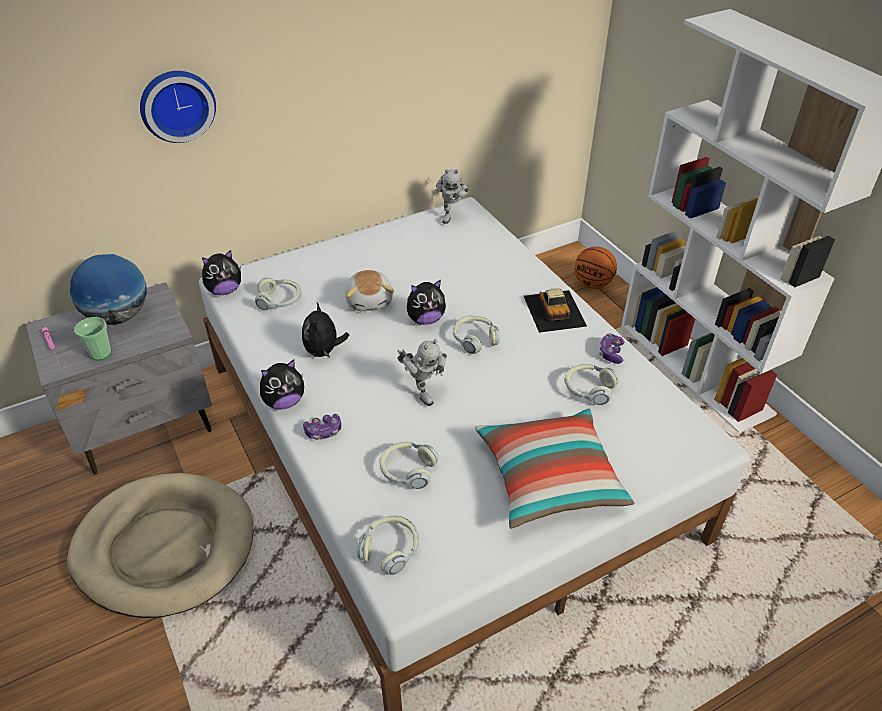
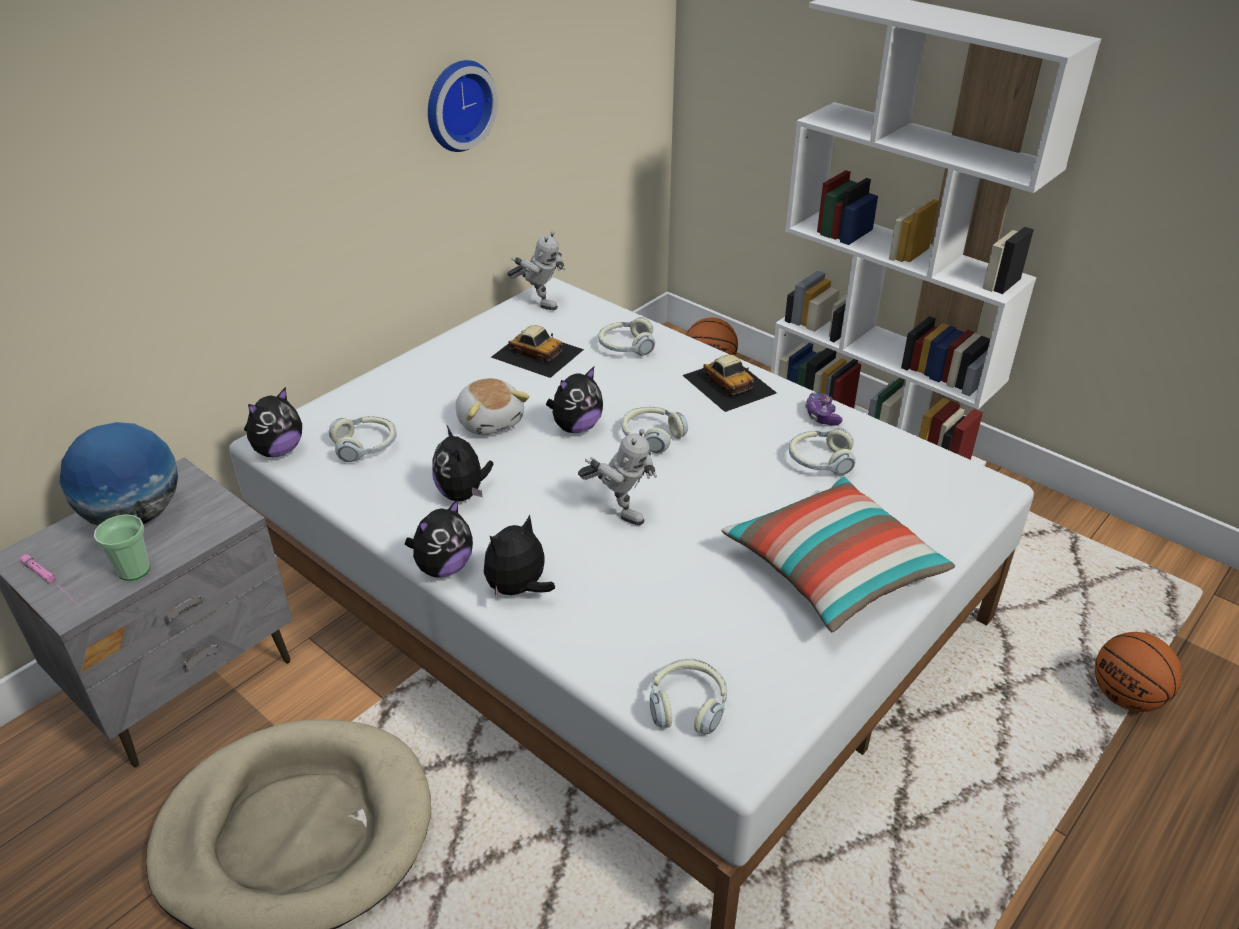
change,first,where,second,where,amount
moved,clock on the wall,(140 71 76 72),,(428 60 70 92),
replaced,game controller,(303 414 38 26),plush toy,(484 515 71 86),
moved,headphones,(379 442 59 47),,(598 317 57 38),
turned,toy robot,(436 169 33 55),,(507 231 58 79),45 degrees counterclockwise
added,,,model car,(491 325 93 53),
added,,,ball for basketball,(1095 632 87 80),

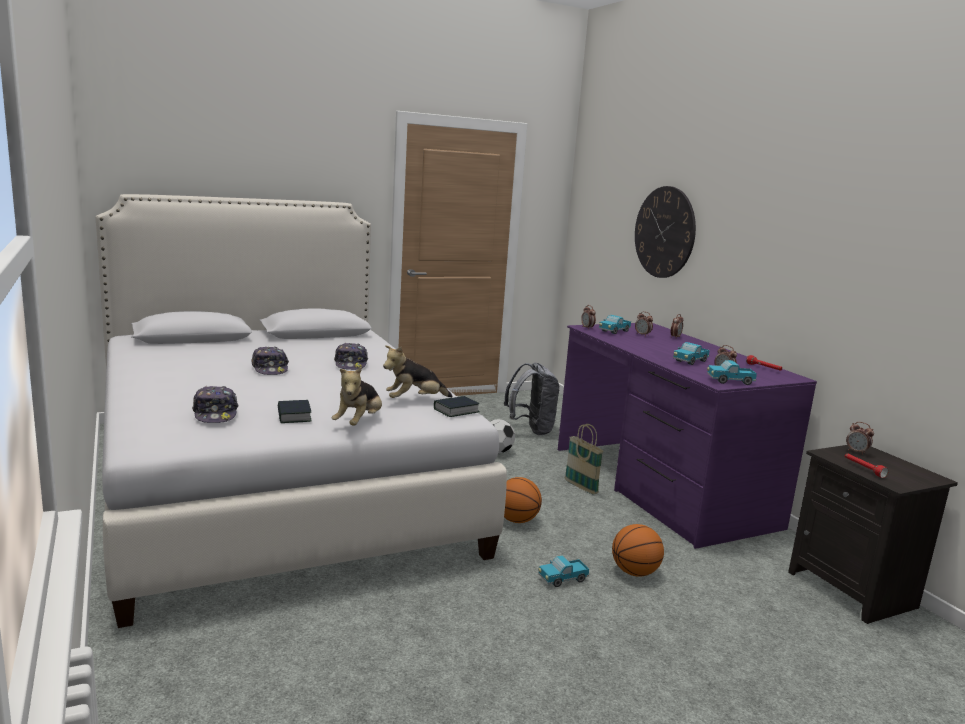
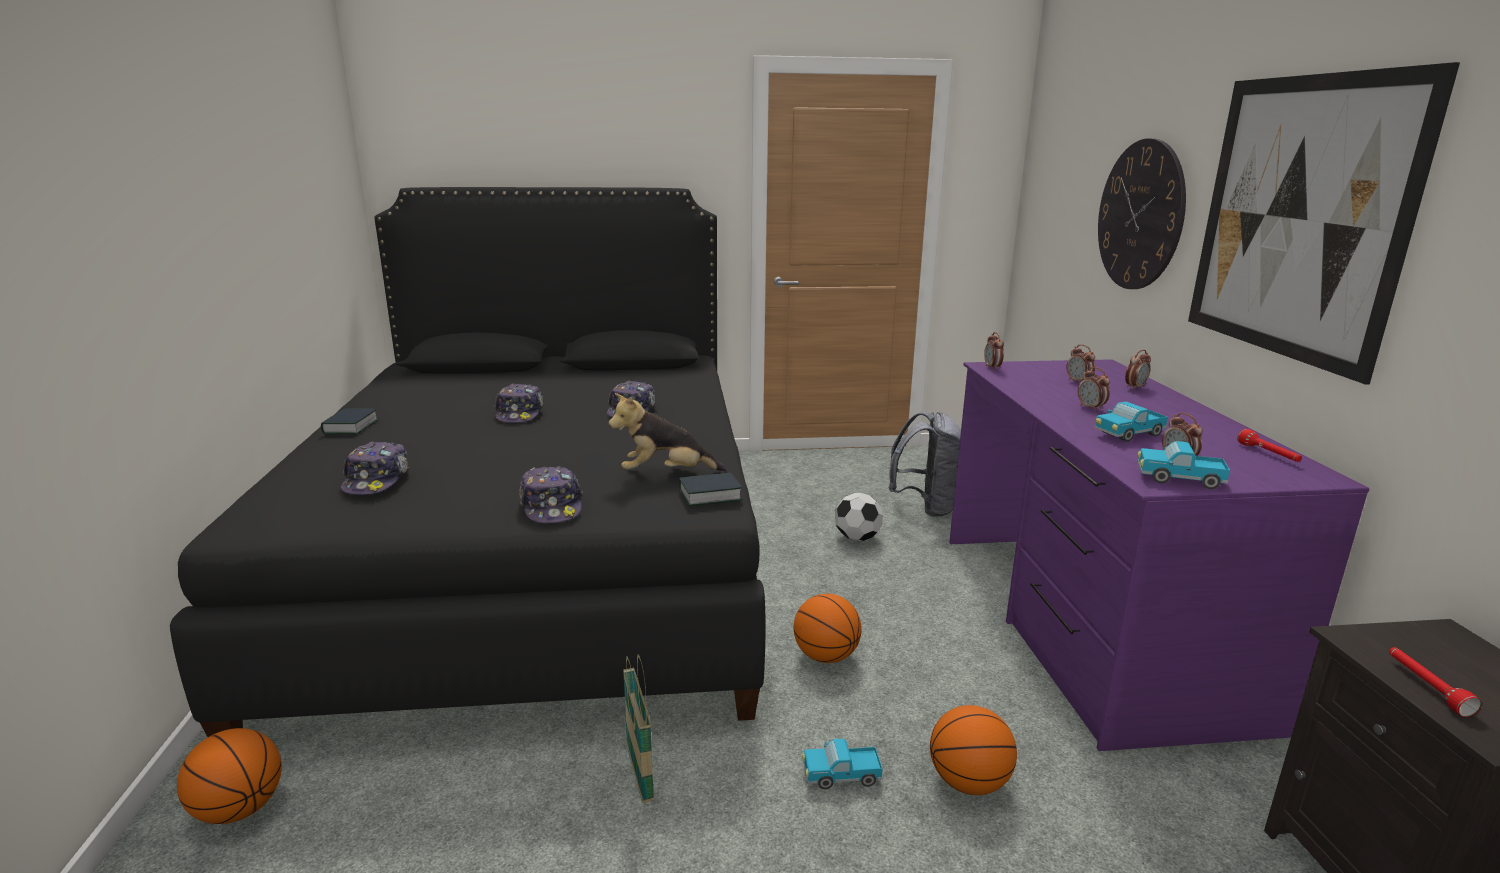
change,first,where,second,where,amount
recoloured,white sleeping bed,(96 194 411 434),blackish sleeping bed,(170 187 595 550),
moved,book,(278 400 34 23),,(321 409 57 25),
replaced,plush toy,(332 366 50 60),cap,(519 466 64 57),
moved,basket,(565 424 39 71),,(623 654 31 149),
removed,toy lorry,(599 315 32 19),,,
moved,bedside clock,(846 422 28 33),,(1078 367 32 44),
added,,,ball for basketball,(177 728 105 96),
added,,,wall art,(1188 62 272 323),

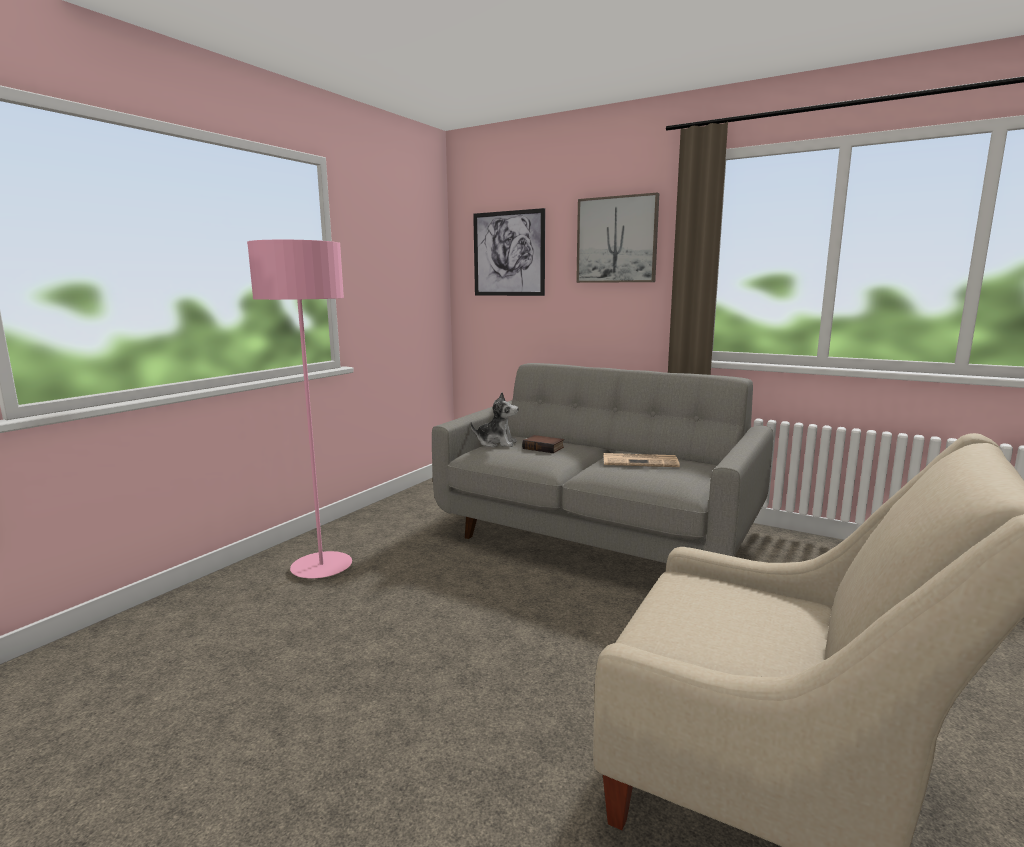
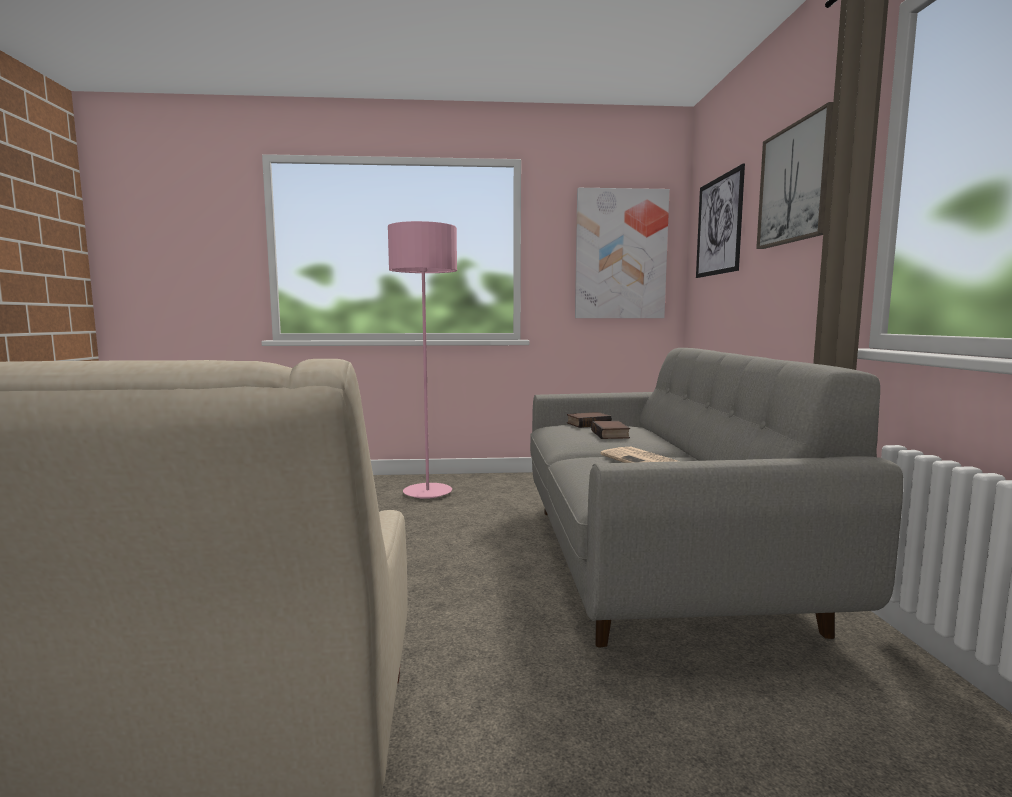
change,first,where,second,where,amount
replaced,plush toy,(470 392 49 56),book,(567 412 45 16),
added,,,wall art,(575 188 94 130),

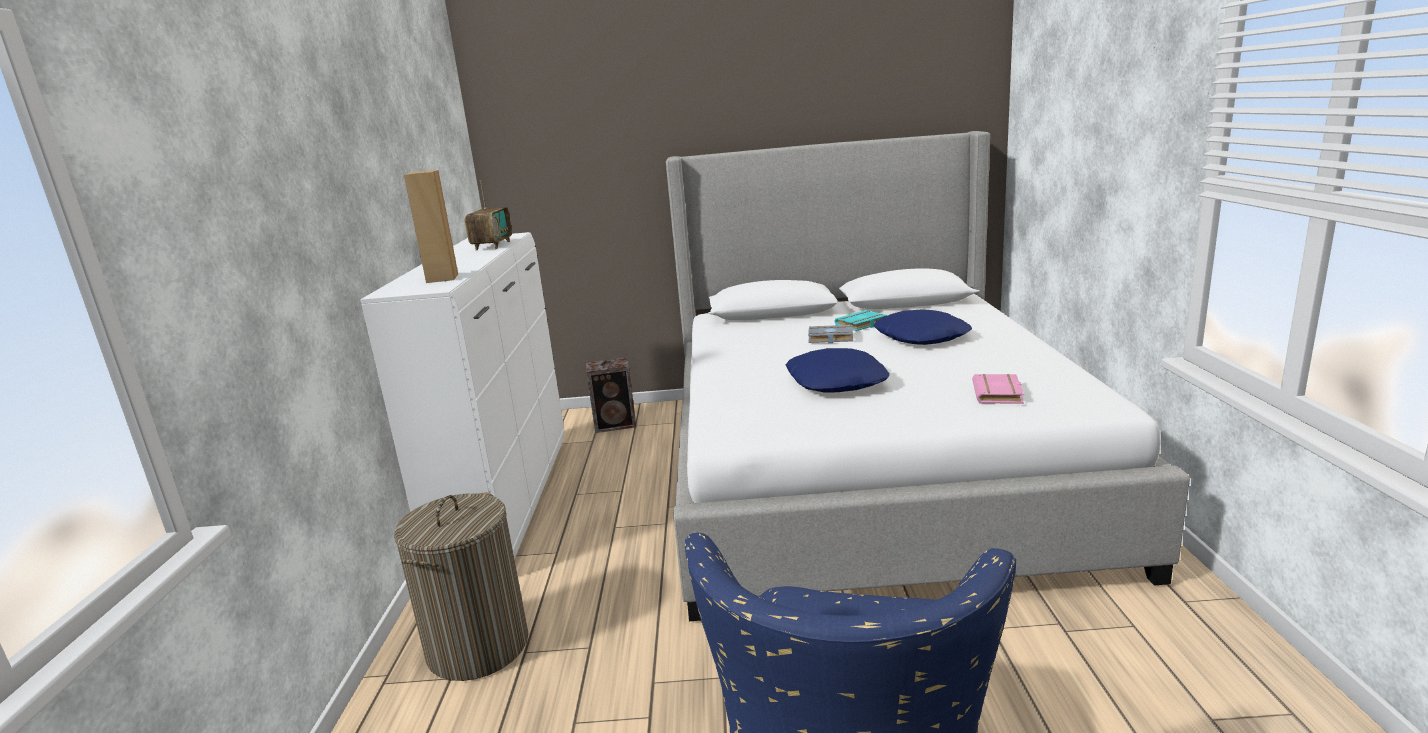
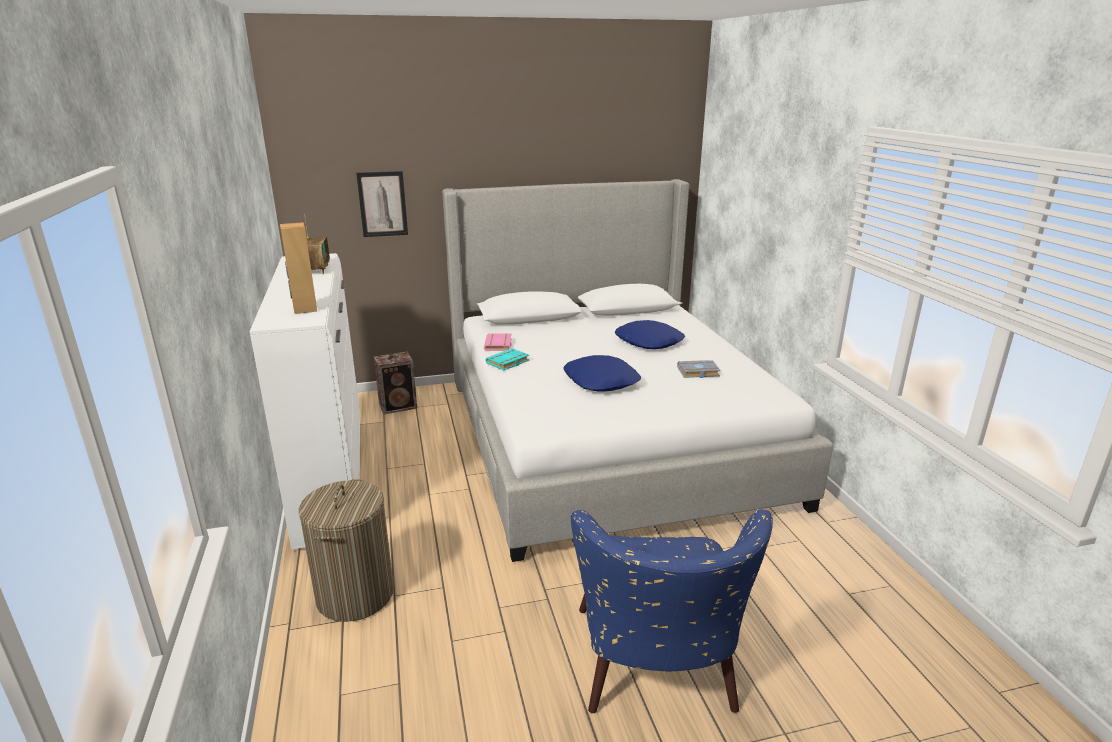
change,first,where,second,where,amount
moved,greyish book,(808 325 45 18),,(677 360 44 18),
moved,turquoise-coloured book,(835 310 52 21),,(485 348 44 23),
moved,pink book,(972 374 52 30),,(484 333 28 18),
added,,,wall art,(356 171 52 66),

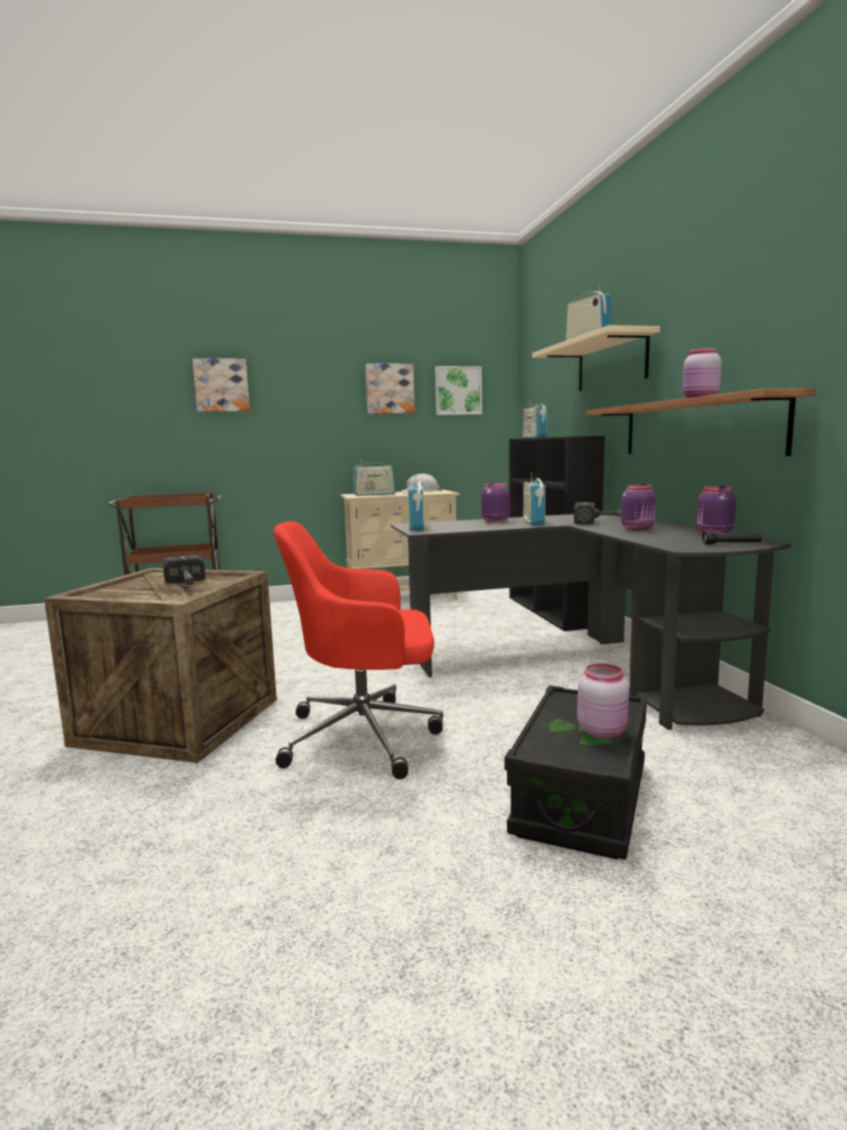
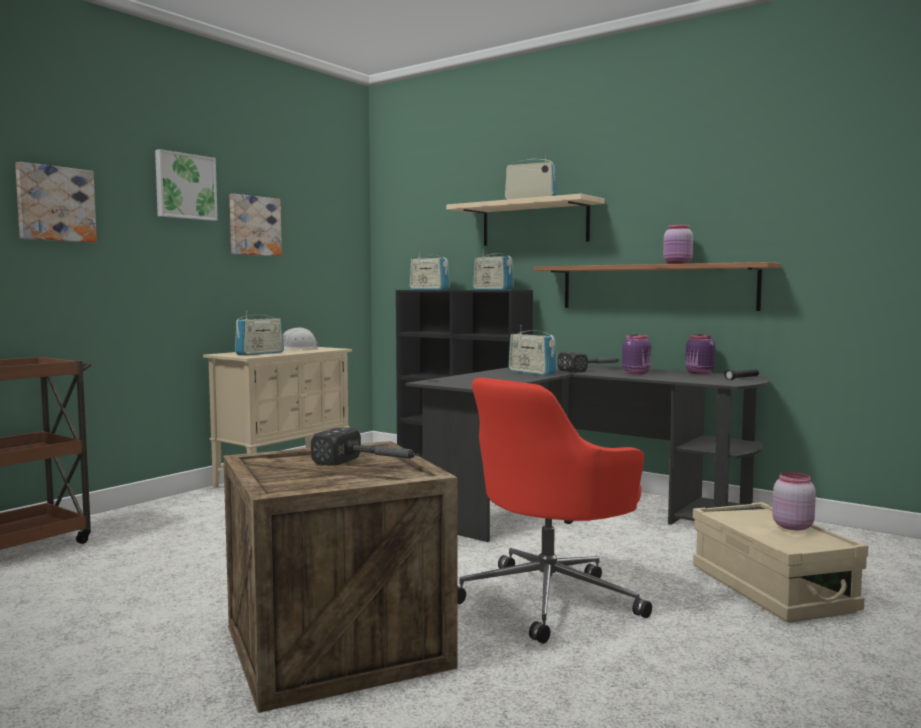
change,first,where,second,where,amount
moved,radio receiver,(408 476 16 55),,(473 249 41 41),
moved,wall art,(435 366 47 49),,(155 149 63 72),
removed,purple-coloured storage jar,(481 483 29 40),,,
recoloured,blackish storage bin,(504 686 143 174),beige-coloured storage bin,(693 502 175 121),

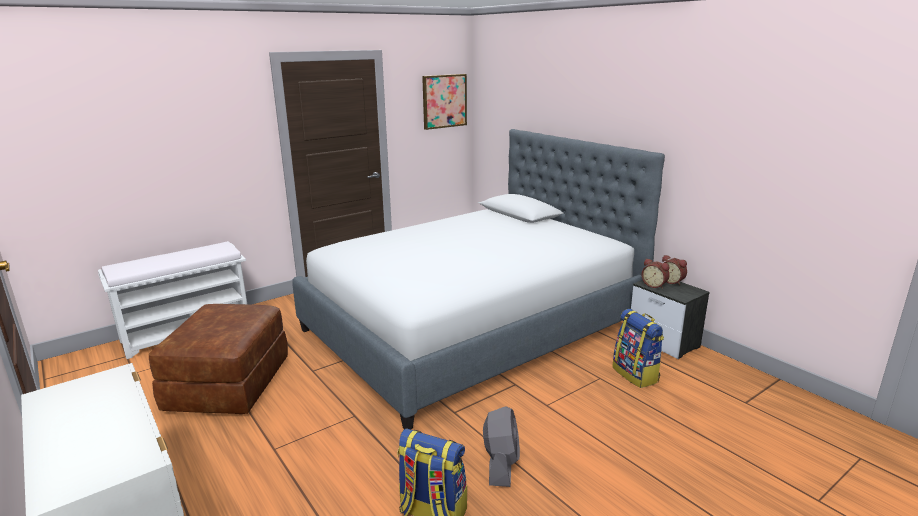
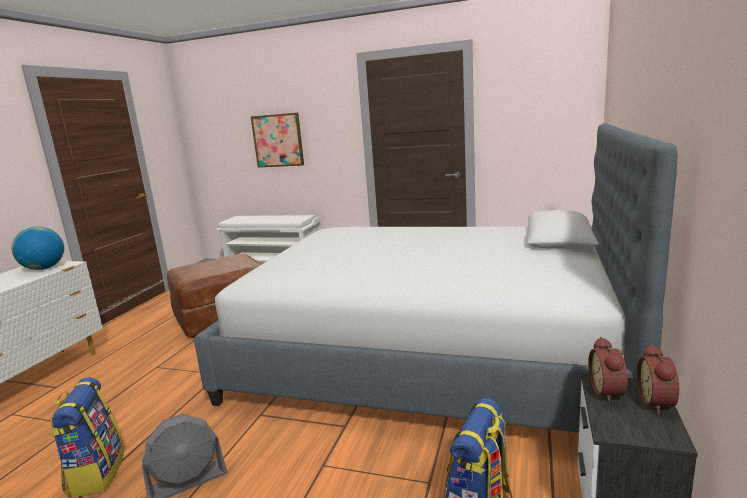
change,first,where,second,where,amount
moved,wall art,(422 74 45 56),,(251 113 53 55),
added,,,globe,(11 227 53 43),

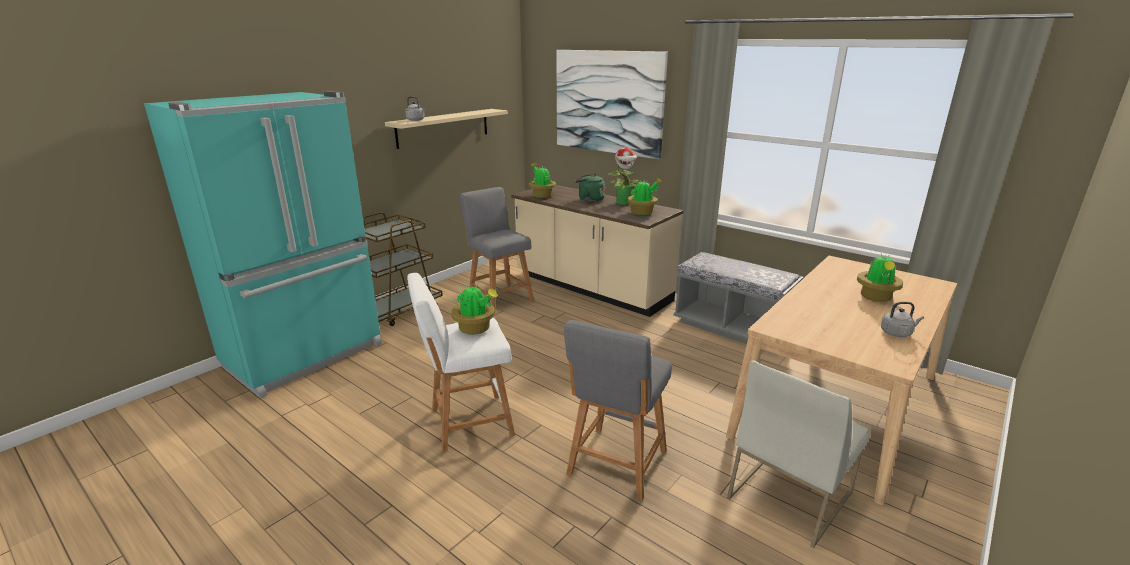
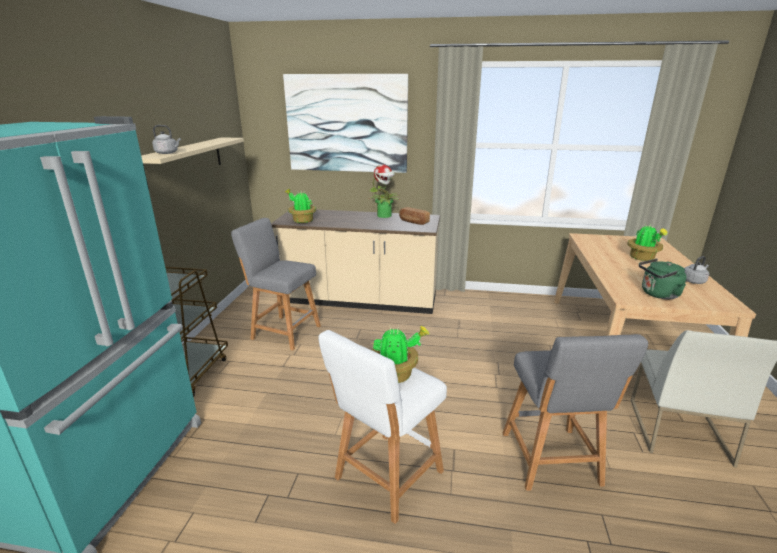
change,first,where,second,where,amount
moved,green kettle,(575 174 30 28),,(639 258 48 41),
replaced,potted plant,(627 178 35 37),bakery bread,(399 207 31 18),
removed,greyish bench,(673 252 131 92),,,

